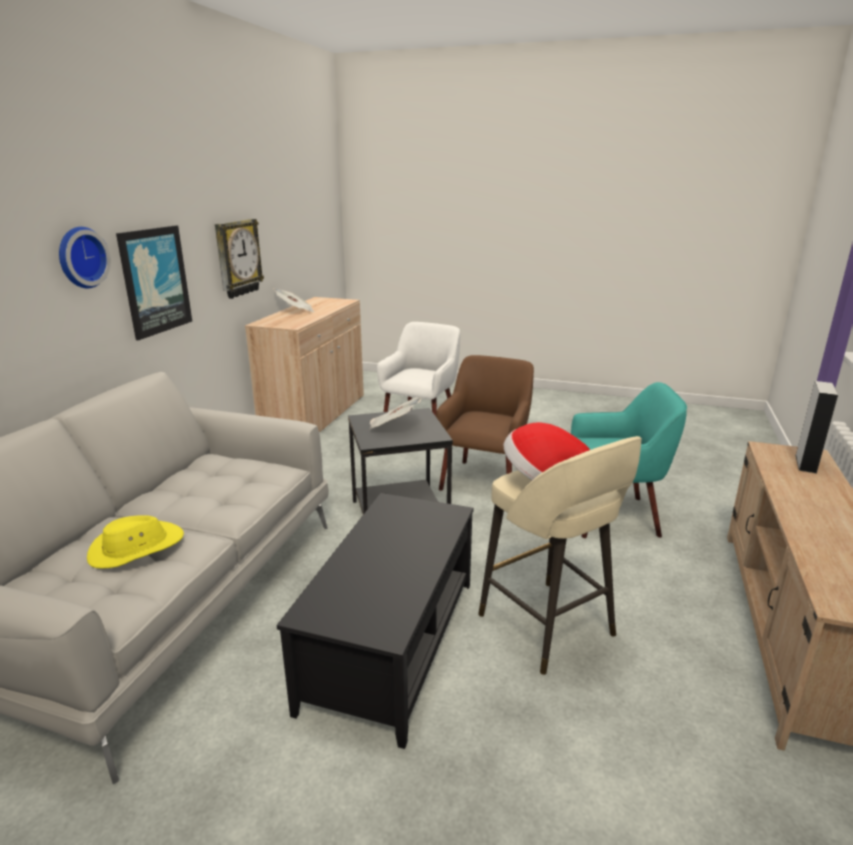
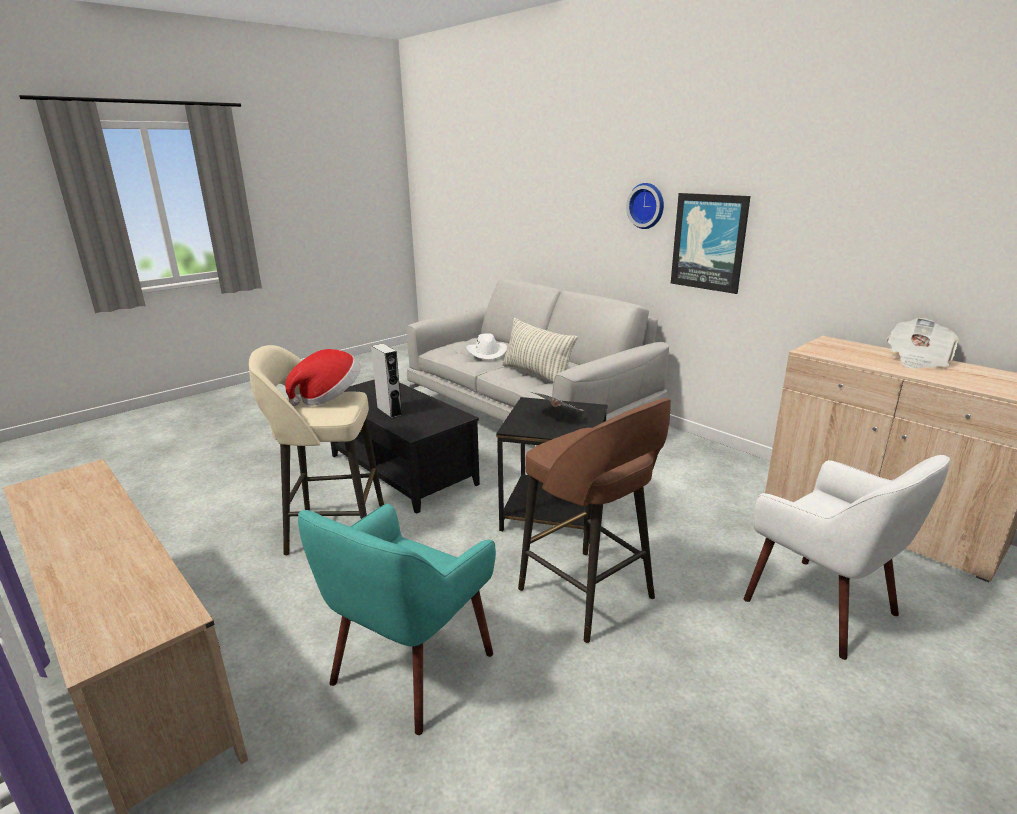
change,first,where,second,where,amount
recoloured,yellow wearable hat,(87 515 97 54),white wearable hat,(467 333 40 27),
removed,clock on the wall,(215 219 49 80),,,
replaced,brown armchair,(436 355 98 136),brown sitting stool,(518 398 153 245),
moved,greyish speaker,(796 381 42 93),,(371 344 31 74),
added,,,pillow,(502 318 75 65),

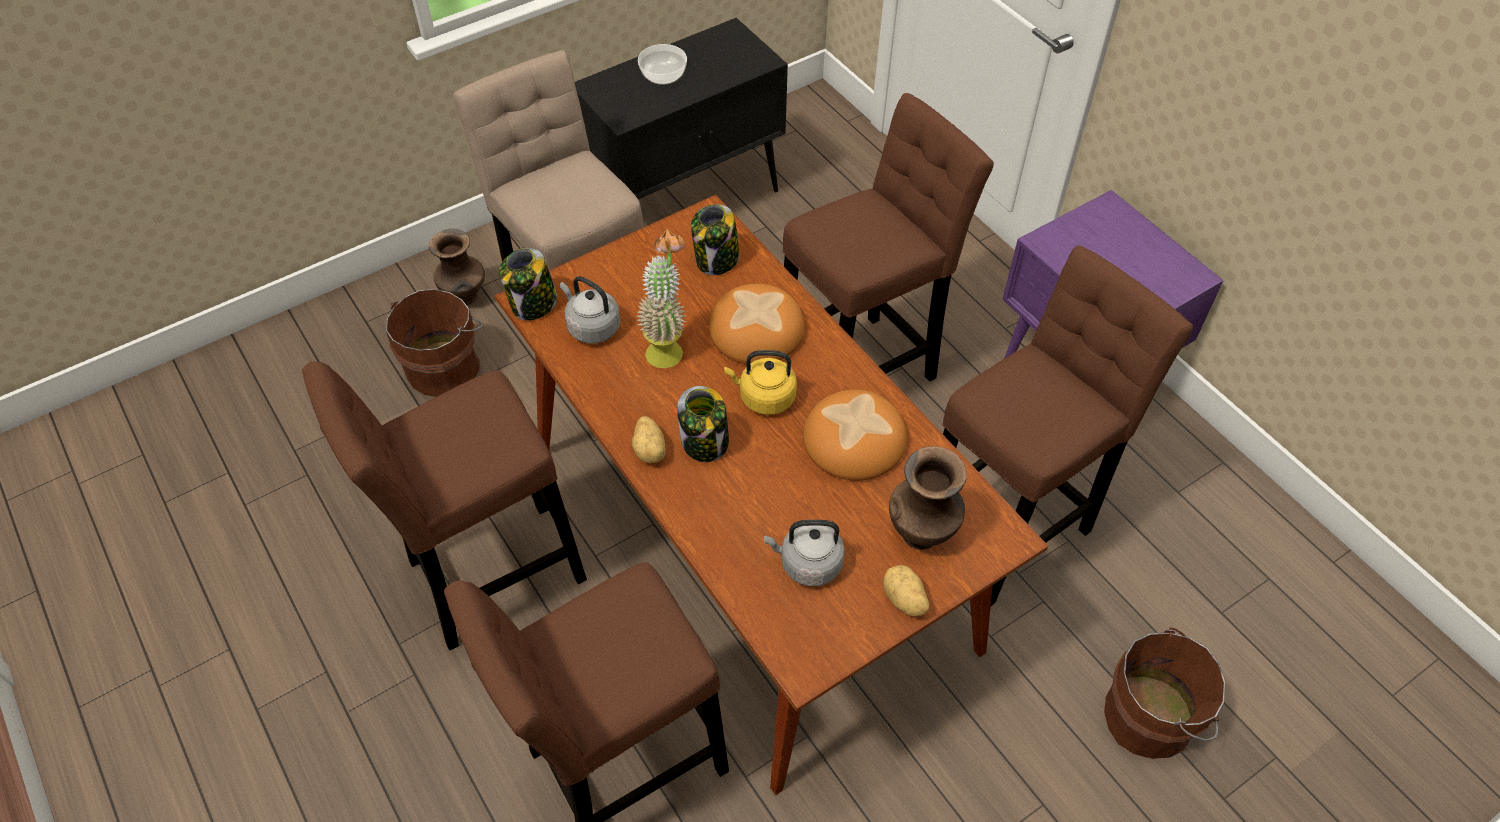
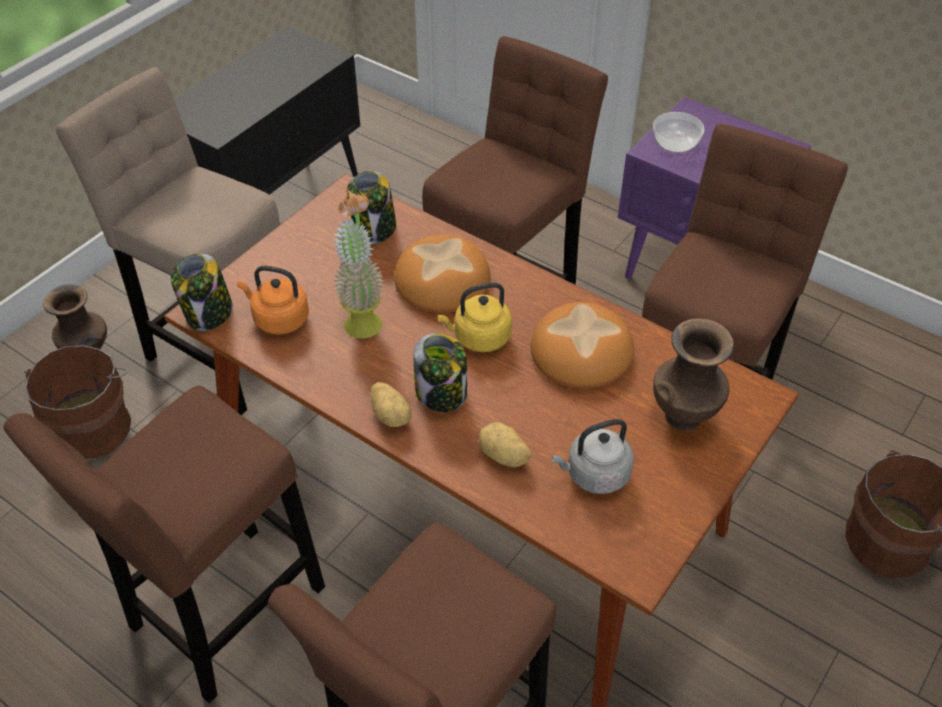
change,first,where,second,where,amount
recoloured,greyish kettle,(560 276 60 68),orangey kettle,(237 266 72 69),
moved,serving bowl,(638 44 49 41),,(653 112 51 41),
moved,spud,(883 565 46 52),,(479 422 52 45),

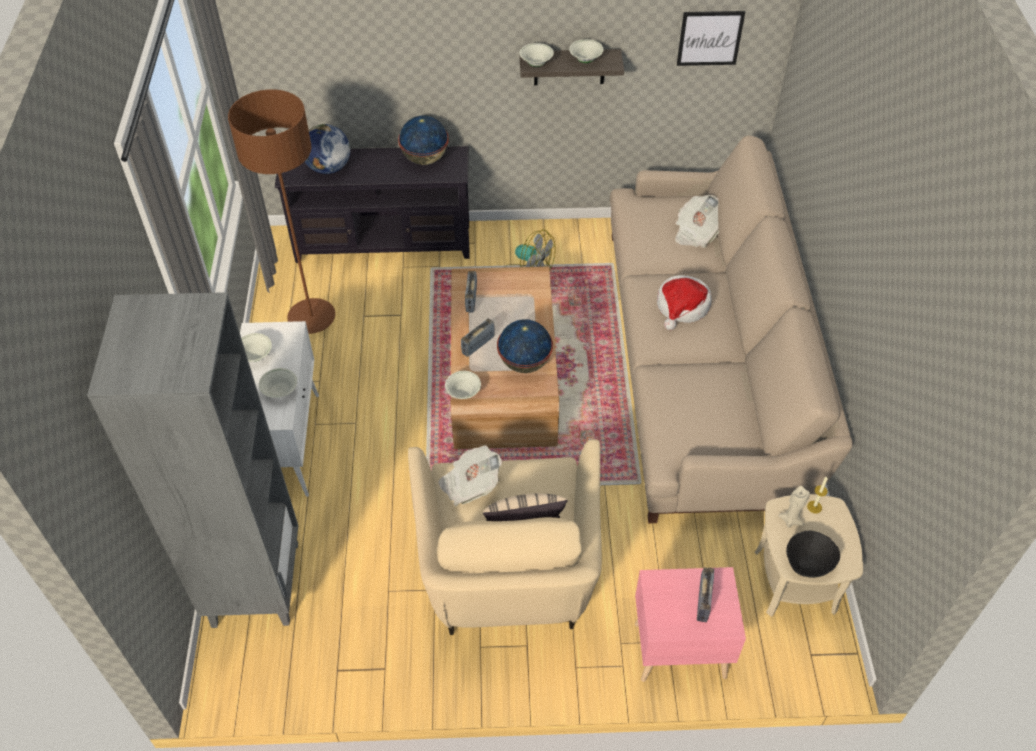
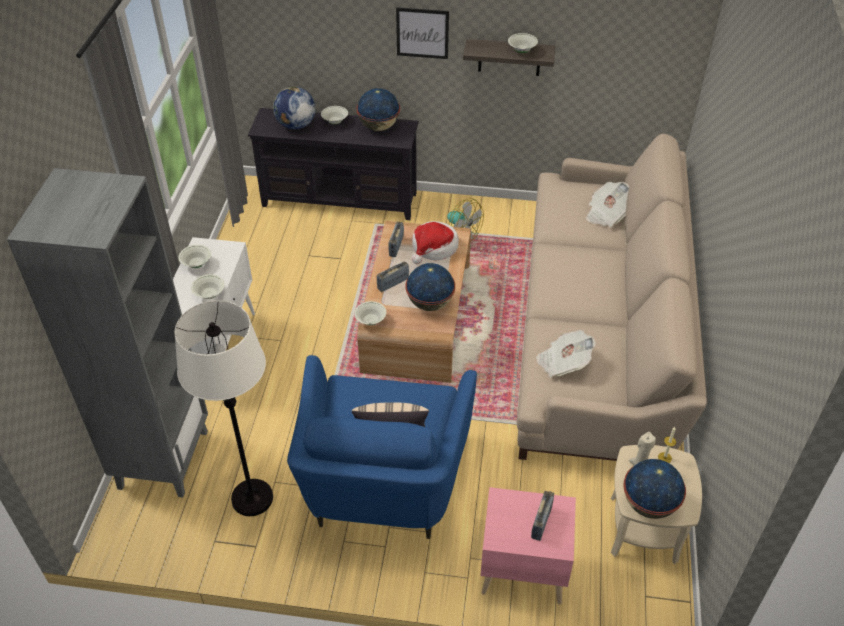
change,first,where,second,where,amount
removed,brown standing lamp,(228 89 107 245),,,
recoloured,beige-coloured armchair,(408 439 194 196),bluish armchair,(287 355 190 184),
moved,newspaper,(438 445 64 61),,(536 330 60 47),
moved,white serving bowl,(519 43 35 24),,(321 106 27 18),
moved,wearable hat,(657 275 55 55),,(412 221 47 43),
moved,wall art,(677 11 68 55),,(396 7 53 52),
replaced,blackish serving bowl,(786 531 54 47),globe,(623 459 63 60),
added,,,white standing lamp,(174 301 99 215),

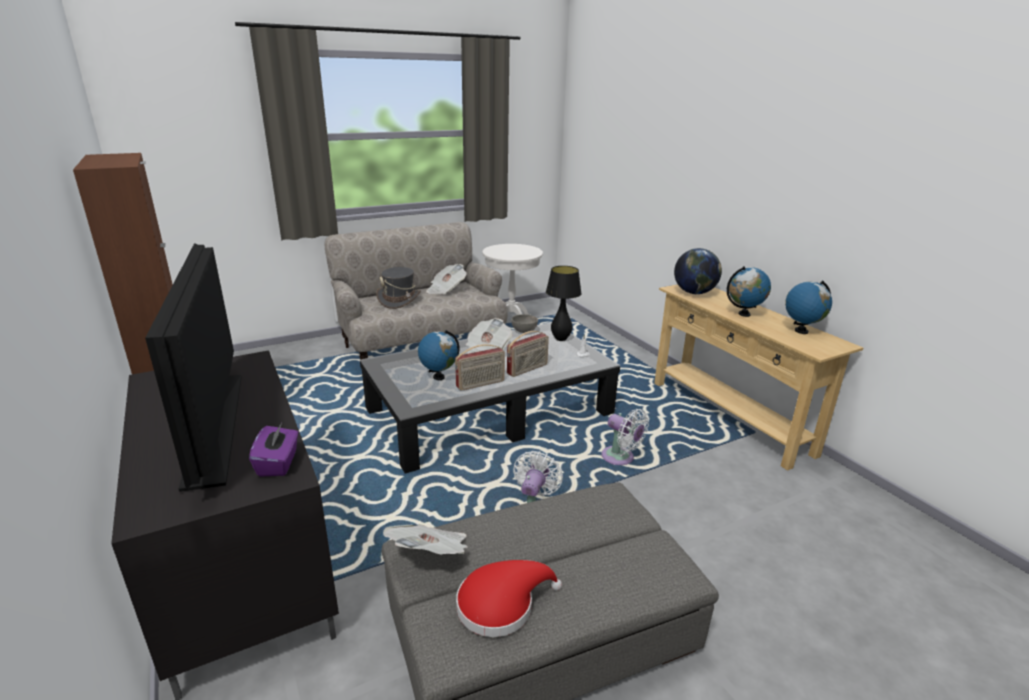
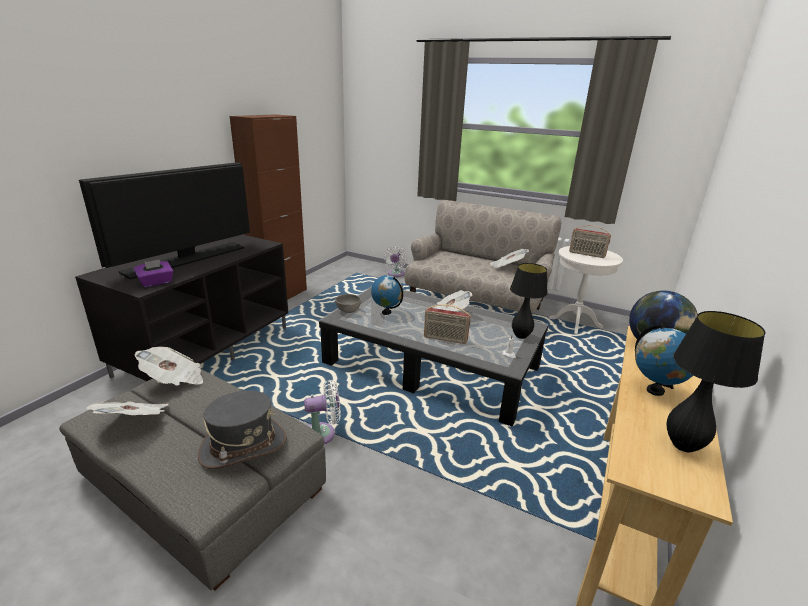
change,first,where,second,where,amount
moved,greyish wearable hat,(376 267 45 42),,(198 390 89 79),
moved,radio receiver,(455 344 50 47),,(569 225 42 33),
replaced,reddish wearable hat,(456 560 106 77),newspaper,(86 401 83 14),
moved,greyish serving bowl,(511 314 27 19),,(335 294 26 19),
moved,white fan,(601 409 48 56),,(384 246 23 31),
replaced,globe,(785 281 47 53),blackish tabletop lamp,(667 311 98 141),

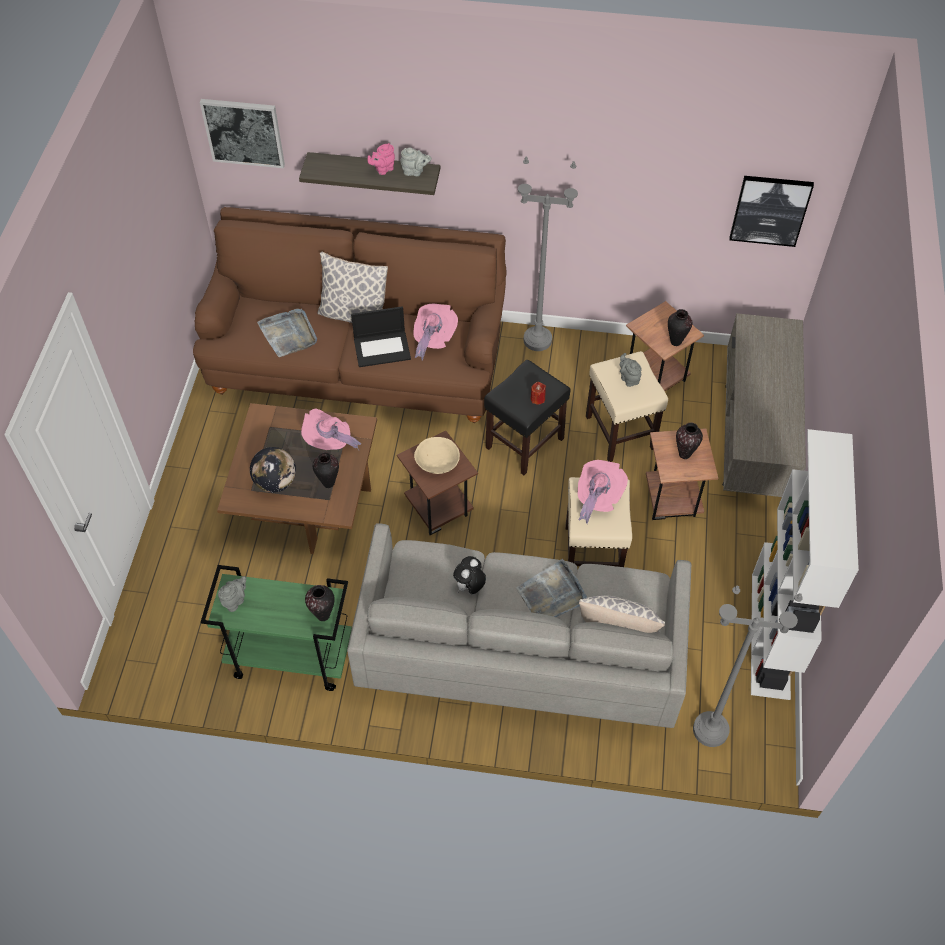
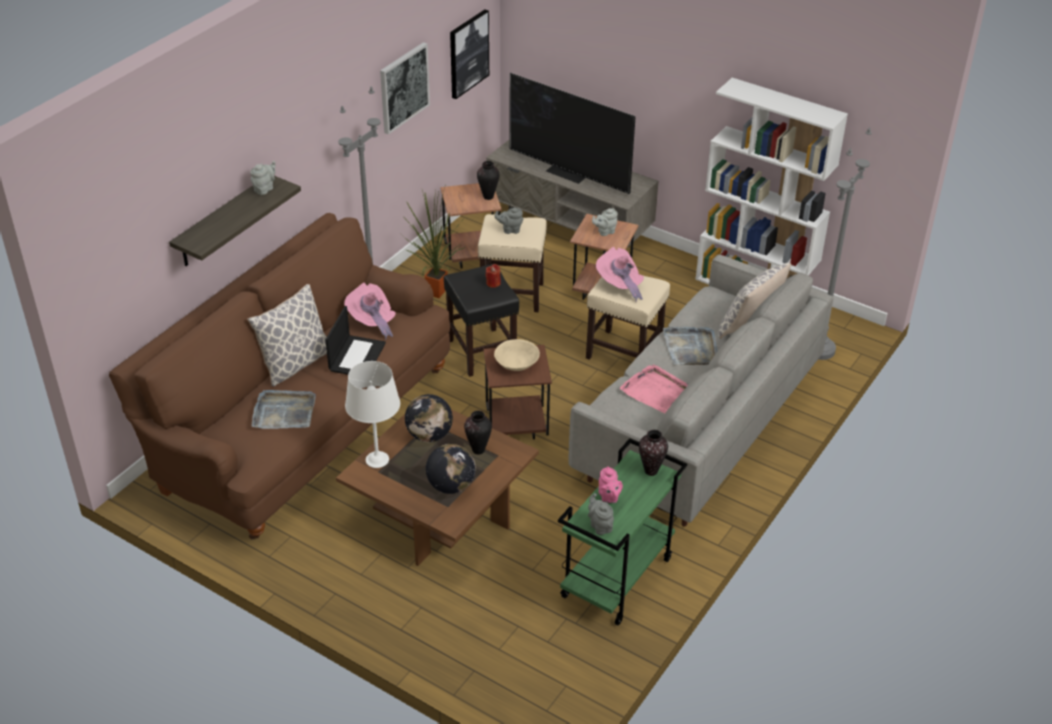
change,first,where,second,where,amount
moved,wall art,(200 99 85 69),,(380 42 50 92),
replaced,pink wearable hat,(301 409 60 41),globe,(405 394 48 48),
moved,pink tea pot,(368 143 27 32),,(598 466 25 37),
replaced,plush toy,(453 556 33 38),pink serving tray,(620 364 69 49),
replaced,decorative vase,(676 422 27 37),greyish tea pot,(592 208 26 28),
added,,,white tabletop lamp,(345 361 55 107),
added,,,potted plant,(402 188 63 110),
added,,,television,(510 73 125 121),

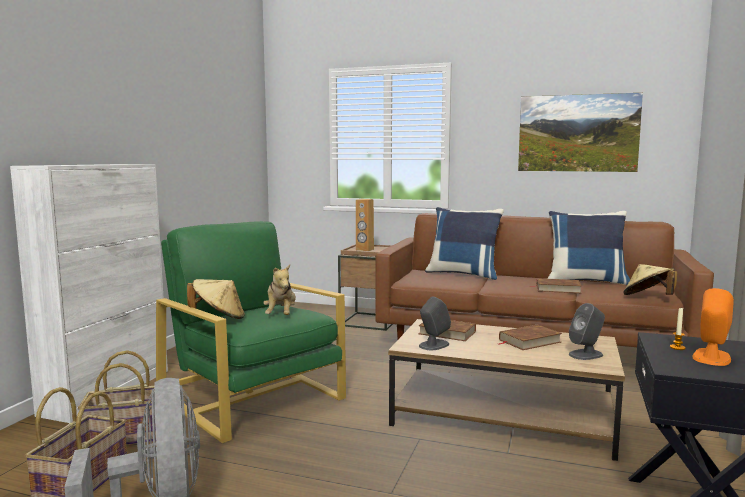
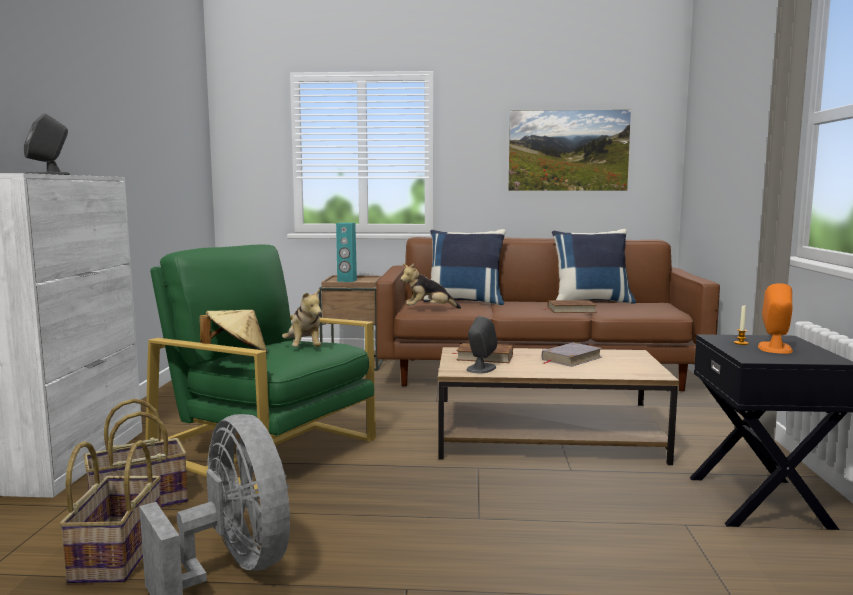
change,first,where,second,where,amount
recoloured,brown speaker,(356 199 18 52),turquoise-coloured speaker,(336 223 21 59),
recoloured,brown book,(498 325 64 25),greyish book,(542 342 60 25),
moved,greyish speaker,(569 303 36 57),,(24 113 46 62),
removed,beige-coloured wearable hat,(623 264 54 31),,,
added,,,plush toy,(400 263 61 46),

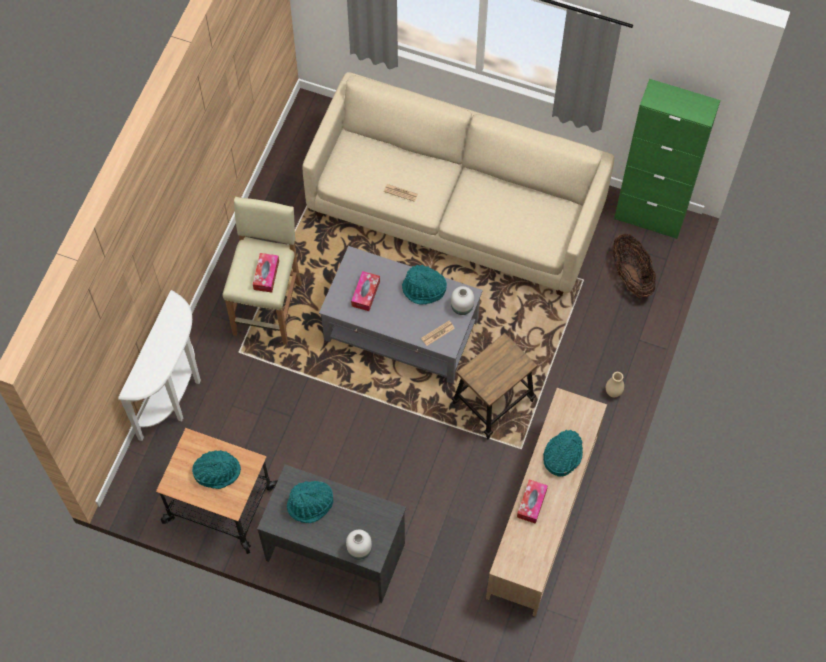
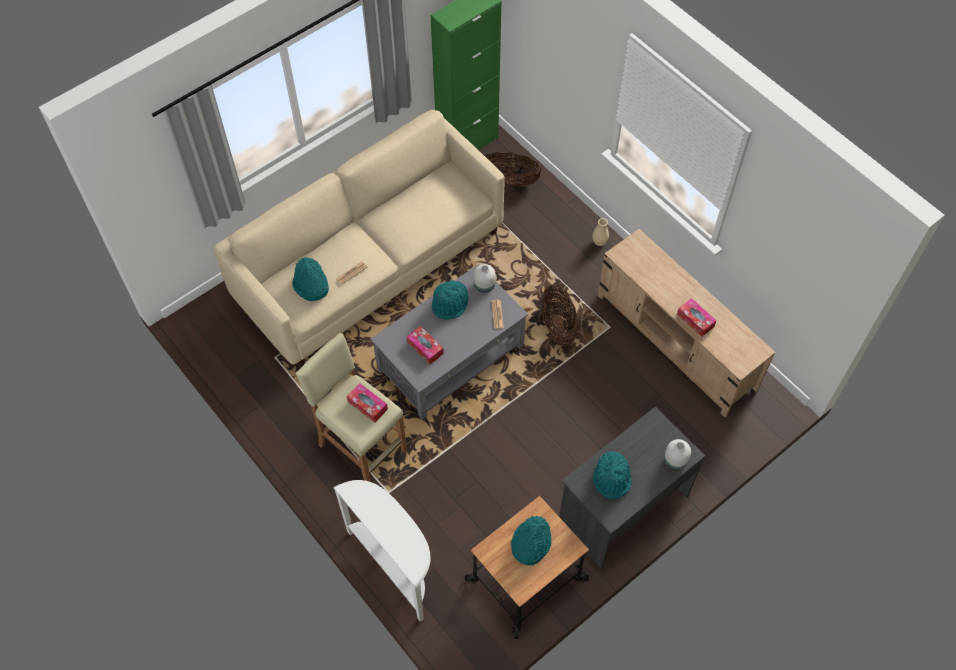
change,first,where,second,where,amount
replaced,sitting stool,(451 333 86 106),basket,(541 284 37 62),
moved,turquoise-coloured wearable hat,(543 430 40 47),,(292 257 37 44),

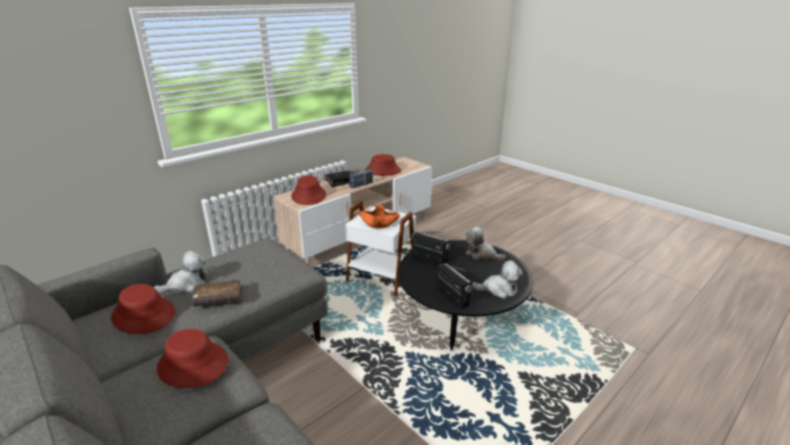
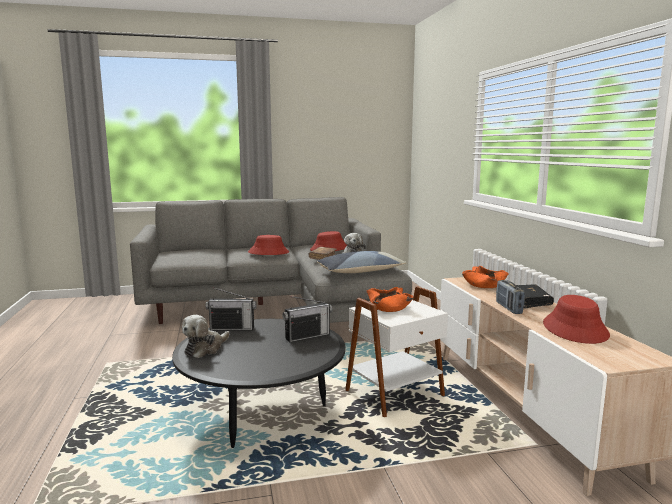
change,first,where,second,where,amount
replaced,reddish wearable hat,(291 175 35 30),orangey serving bowl,(462 266 47 22),
removed,plush toy,(465 227 41 33),,,
added,,,pillow,(317 251 89 22),

